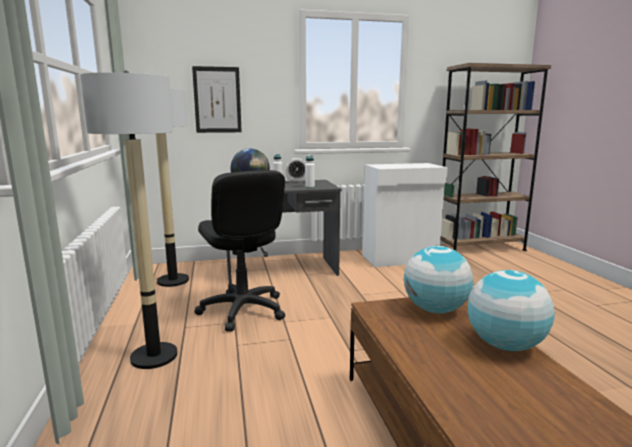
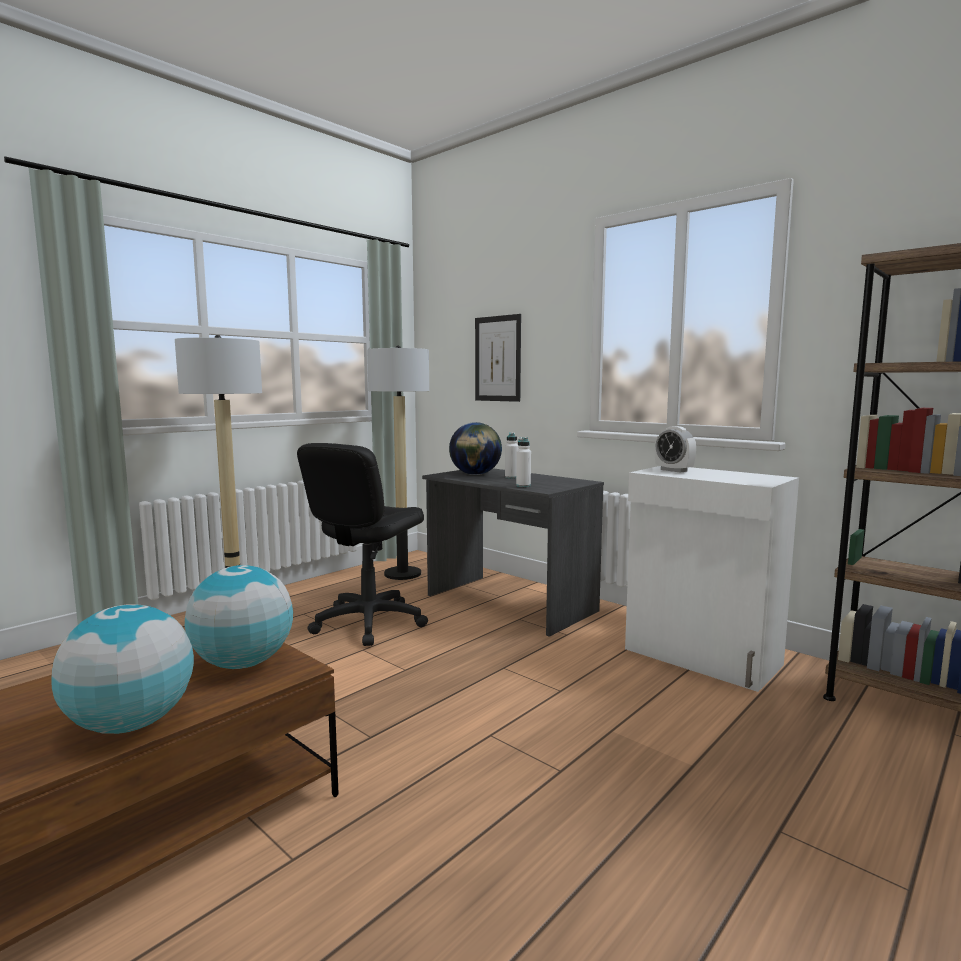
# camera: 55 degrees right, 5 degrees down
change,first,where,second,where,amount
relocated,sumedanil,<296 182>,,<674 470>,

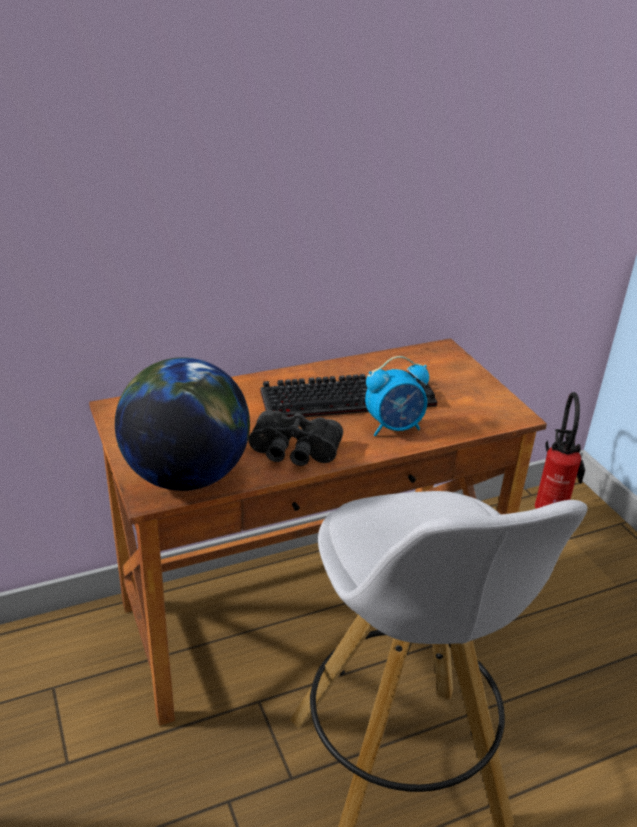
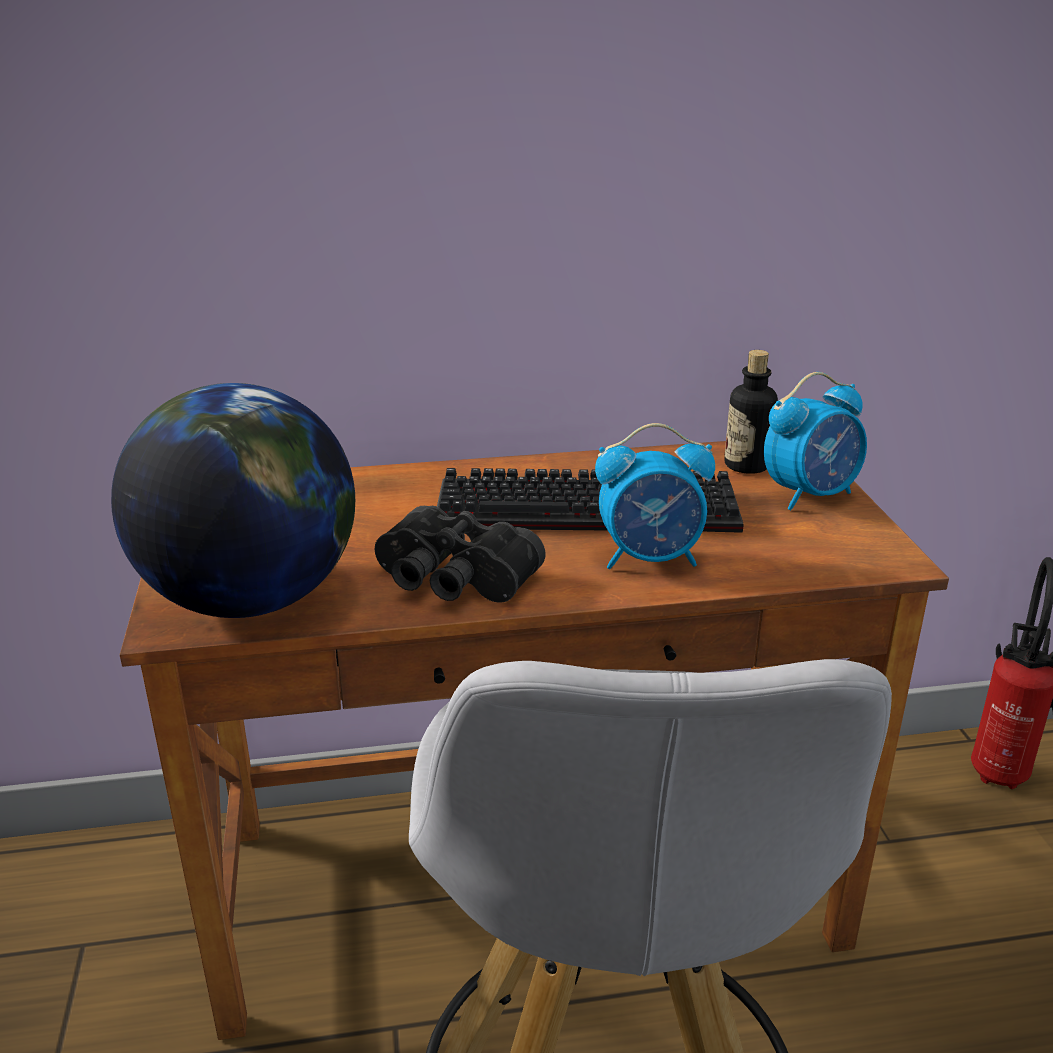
# camera: 15 degrees right, 5 degrees down
change,first,where,second,where,amount
appeared,,,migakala,<746 465>,
appeared,,,sumedanil,<810 495>,

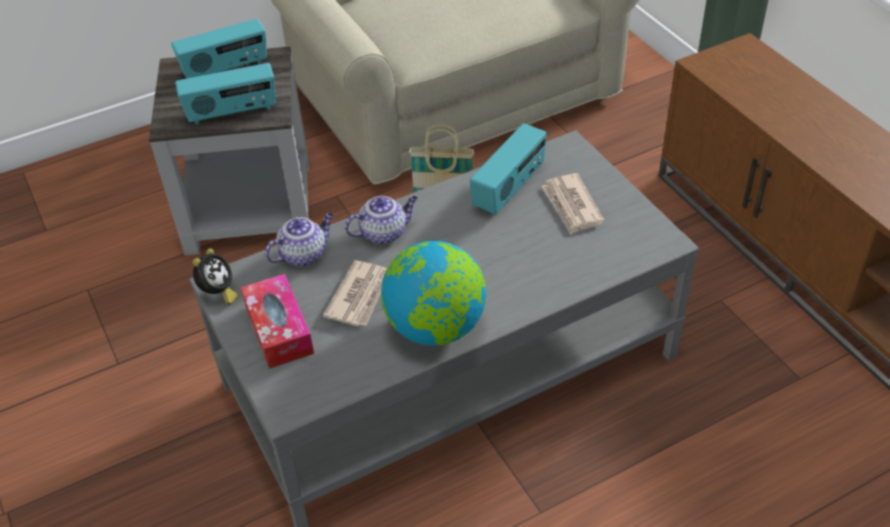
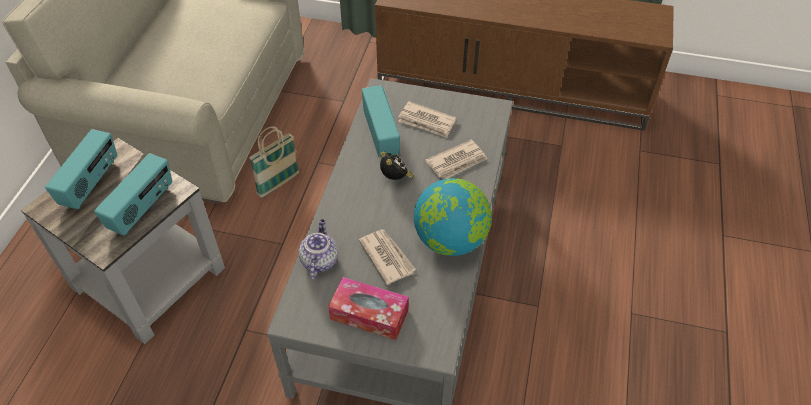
# camera: 50 degrees left, 5 degrees up
change,first,where,second,where,amount
relocated,sumedanil,<218 293>,,<395 178>,
appeared,,,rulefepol,<457 162>,
missing,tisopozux,<384 233>,,,

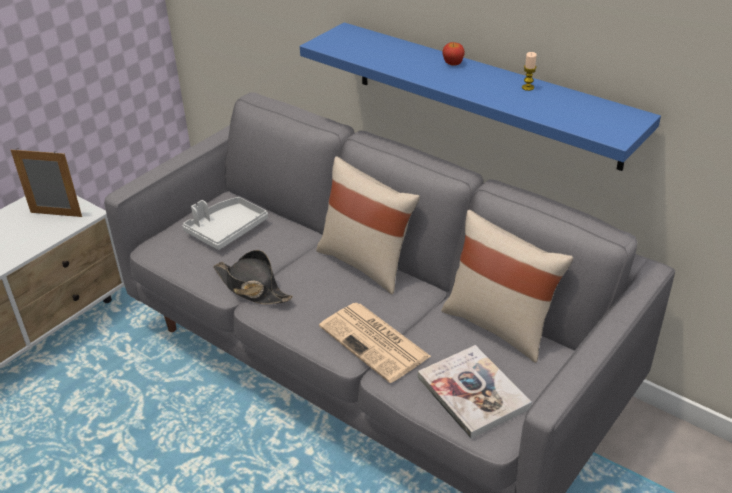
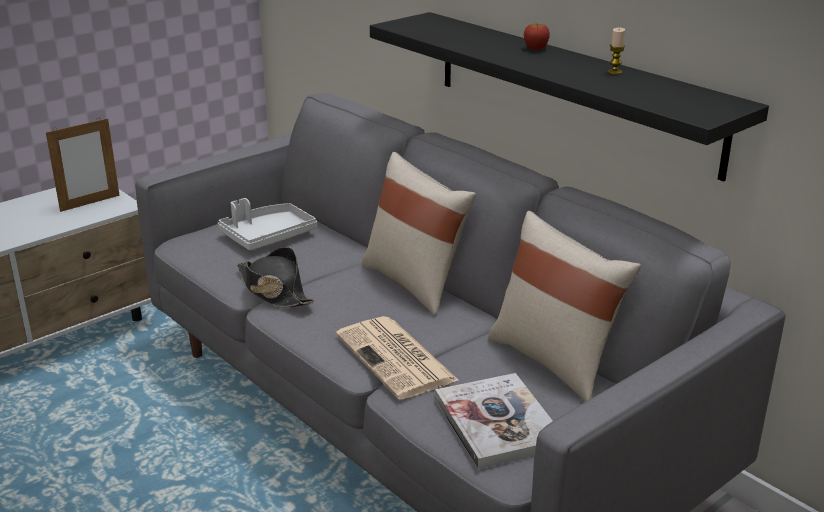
# camera: 10 degrees right, 10 degrees down
change,first,where,second,where,amount
spun,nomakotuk,<56 214>,,<90 203>,120 degrees clockwise
colour,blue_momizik,<483 94>,black_momizik,<571 90>,

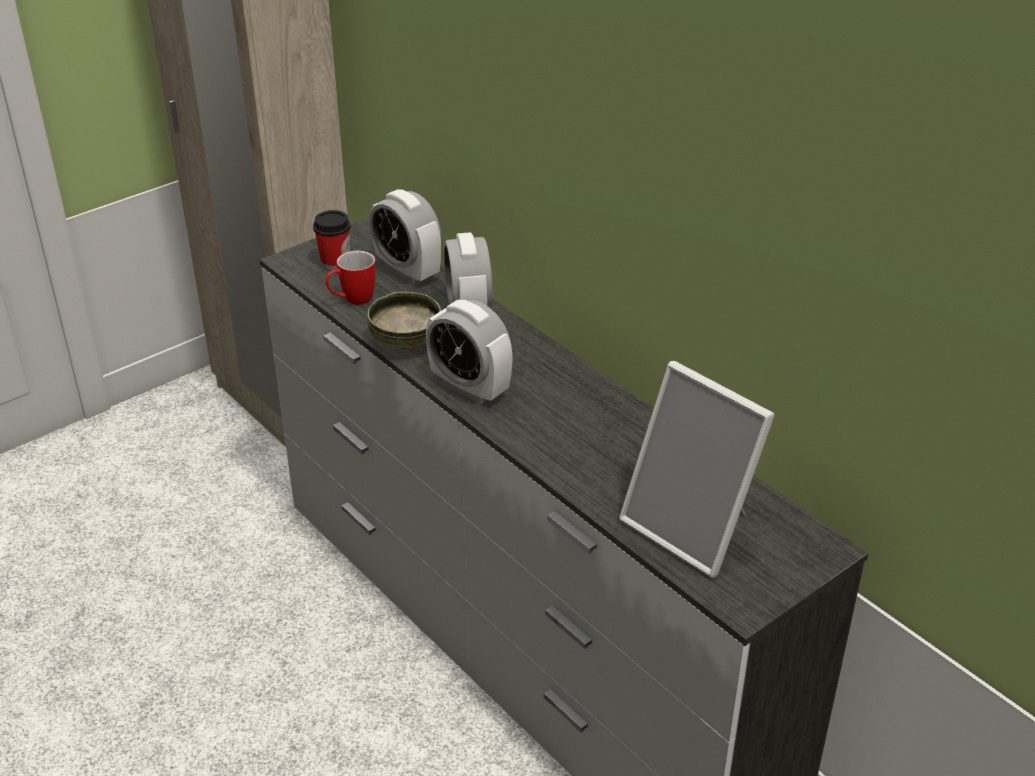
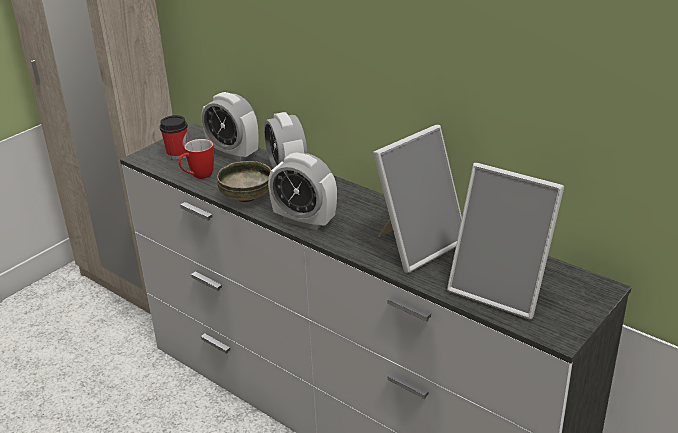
# camera: 10 degrees left, 5 degrees down
change,first,where,second,where,amount
appeared,,,nomakotuk,<417 245>,

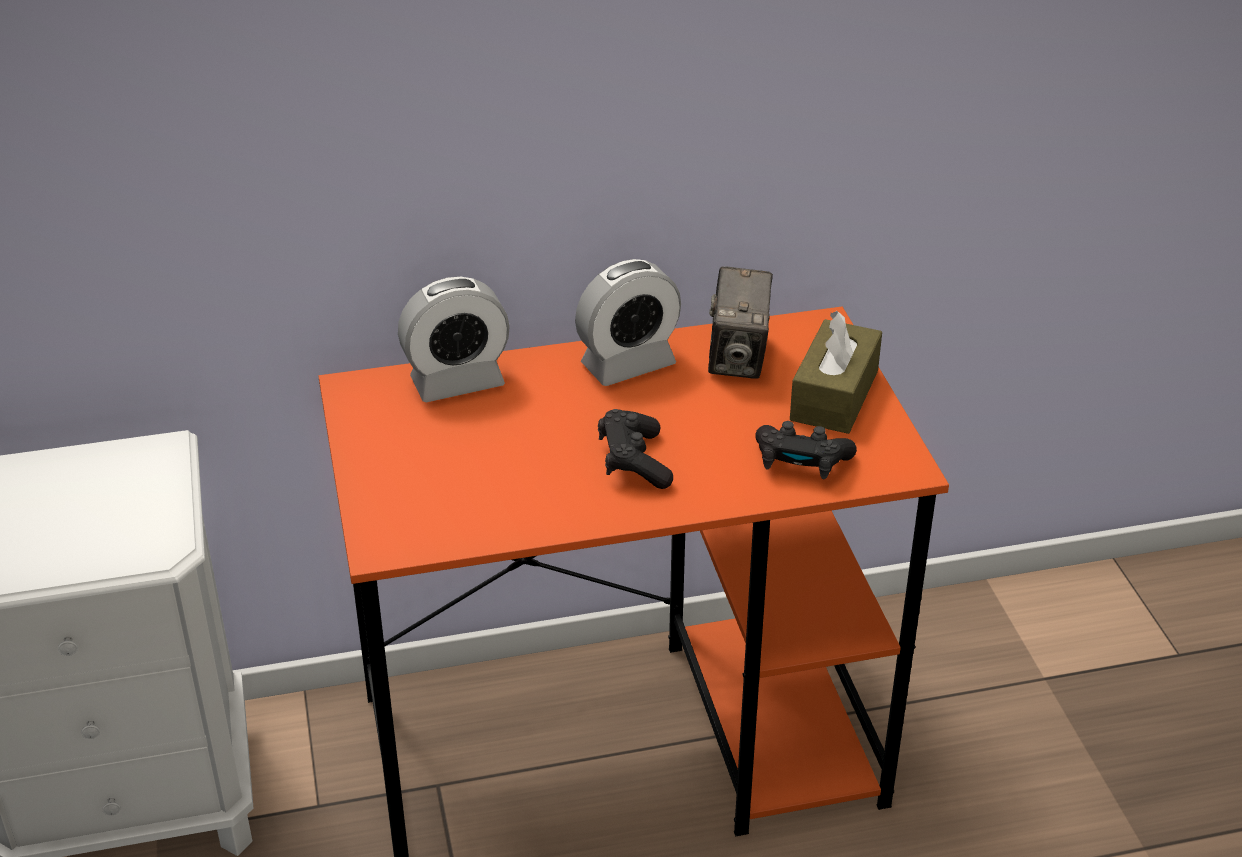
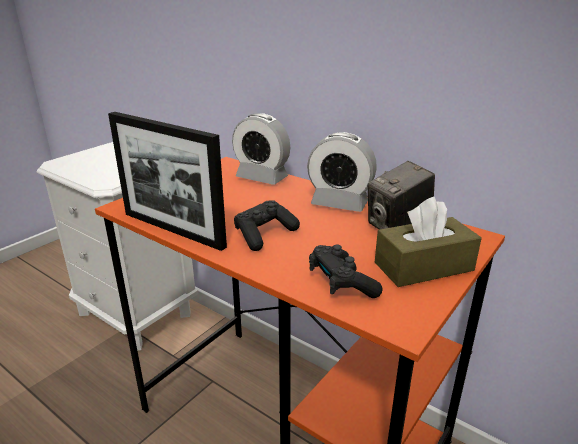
# camera: 50 degrees right, 10 degrees down
change,first,where,second,where,amount
appeared,,,nomakotuk,<173 230>,

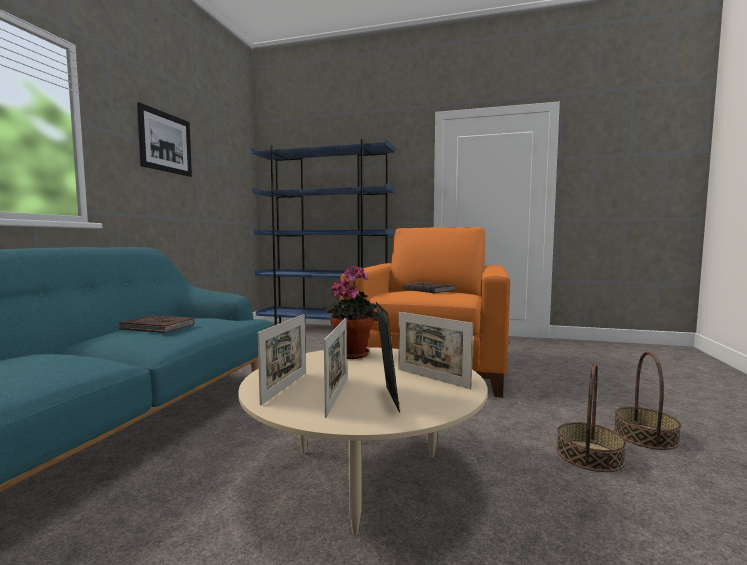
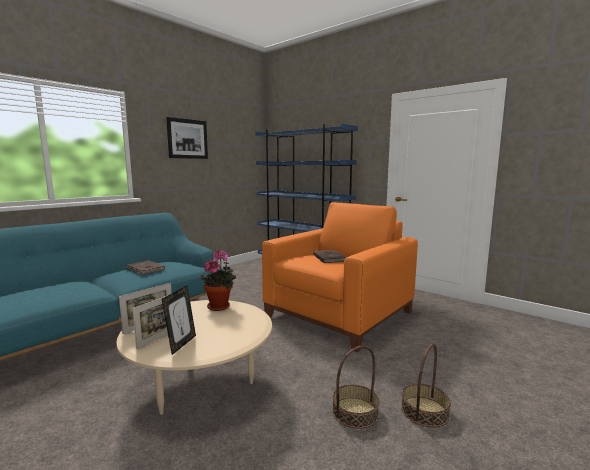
# camera: 25 degrees right, 5 degrees up
change,first,where,second,where,amount
missing,nomakotuk,<432 378>,,,

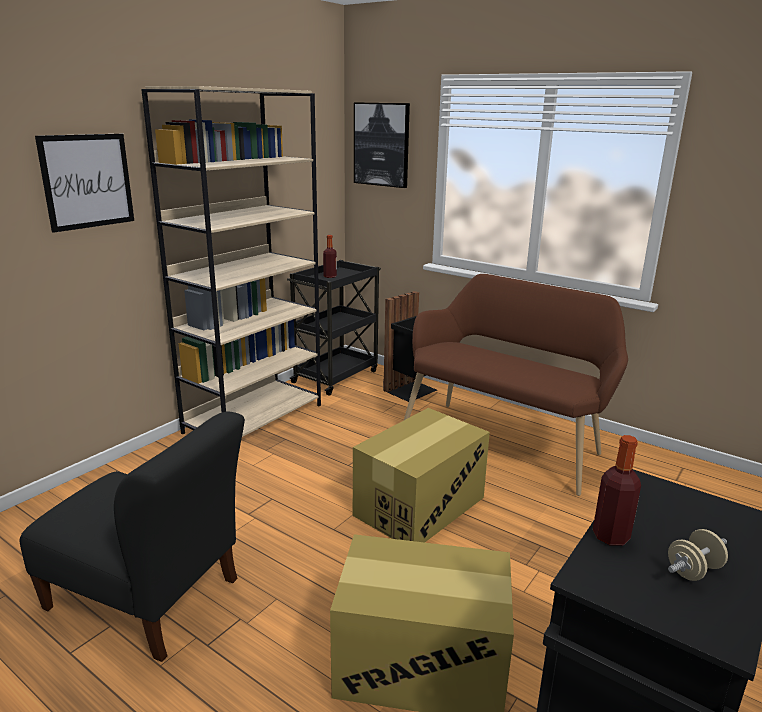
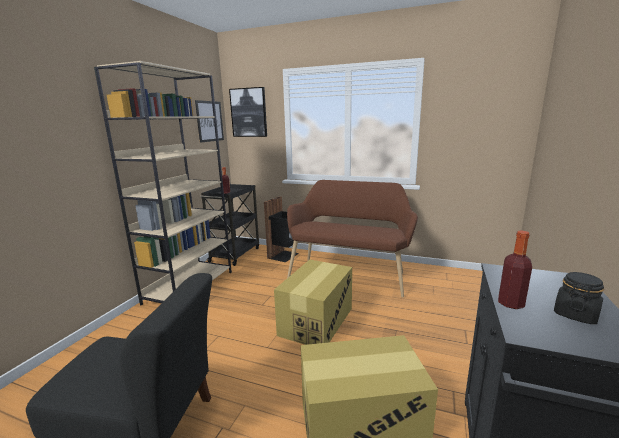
# camera: 15 degrees left, 5 degrees down
change,first,where,second,where,amount
relocated,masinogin,<87 181>,,<209 121>,
exchanged,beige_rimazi,<693 570>,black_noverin,<575 314>,

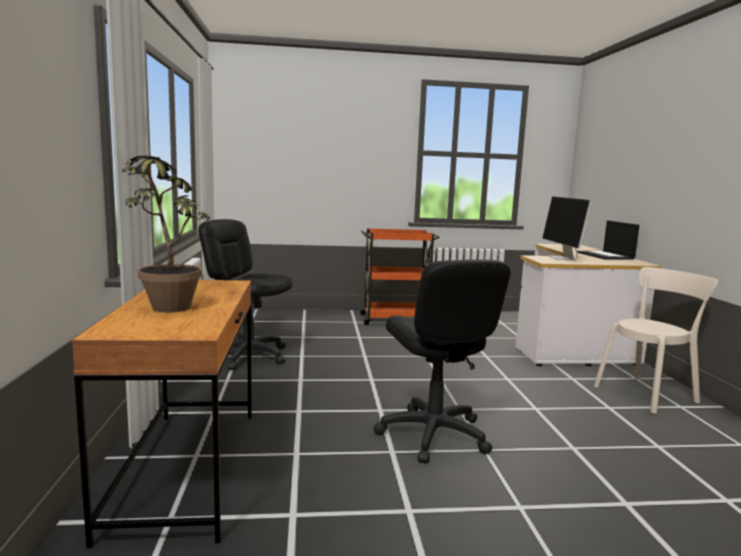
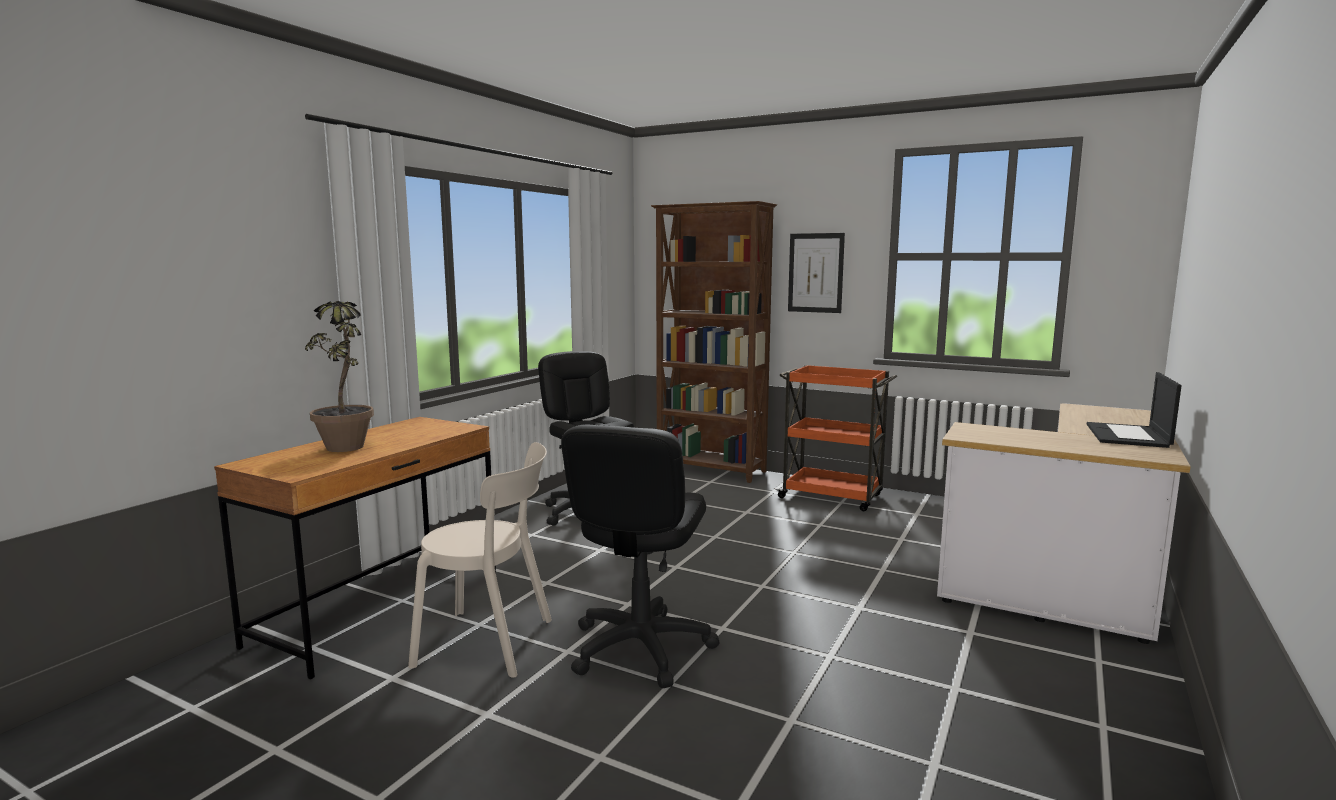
# camera: 35 degrees right, 0 degrees up
change,first,where,second,where,amount
relocated,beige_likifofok,<648 393>,,<491 643>,
appeared,,,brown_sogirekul,<711 470>,
appeared,,,masinogin,<815 273>,
missing,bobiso,<562 258>,,,

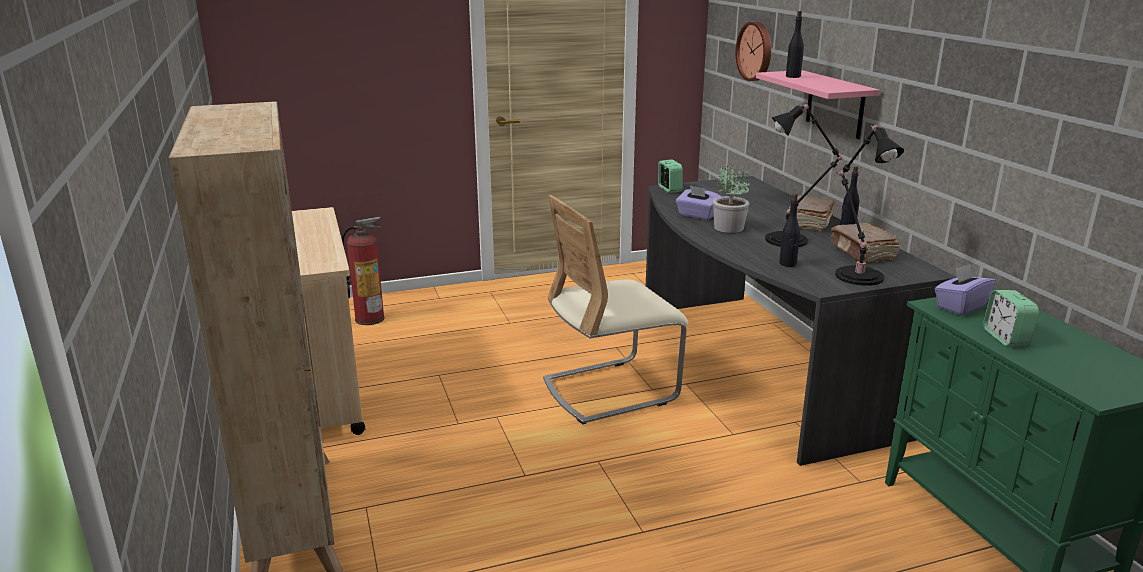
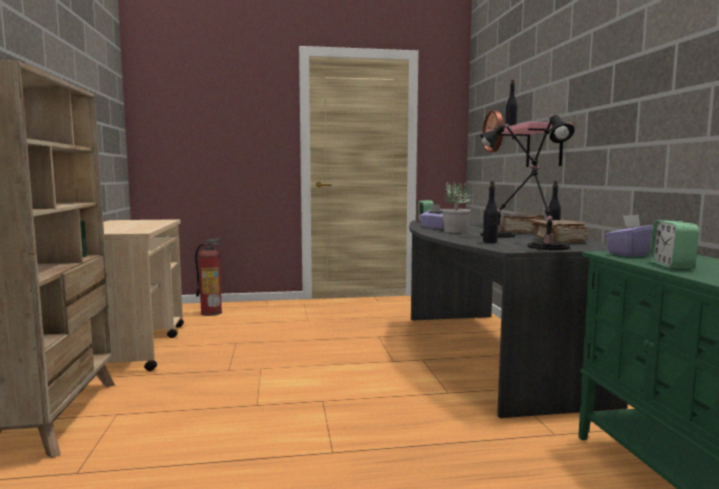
# camera: 10 degrees right, 15 degrees down
change,first,where,second,where,amount
missing,beige_likifofok,<610 390>,,,

